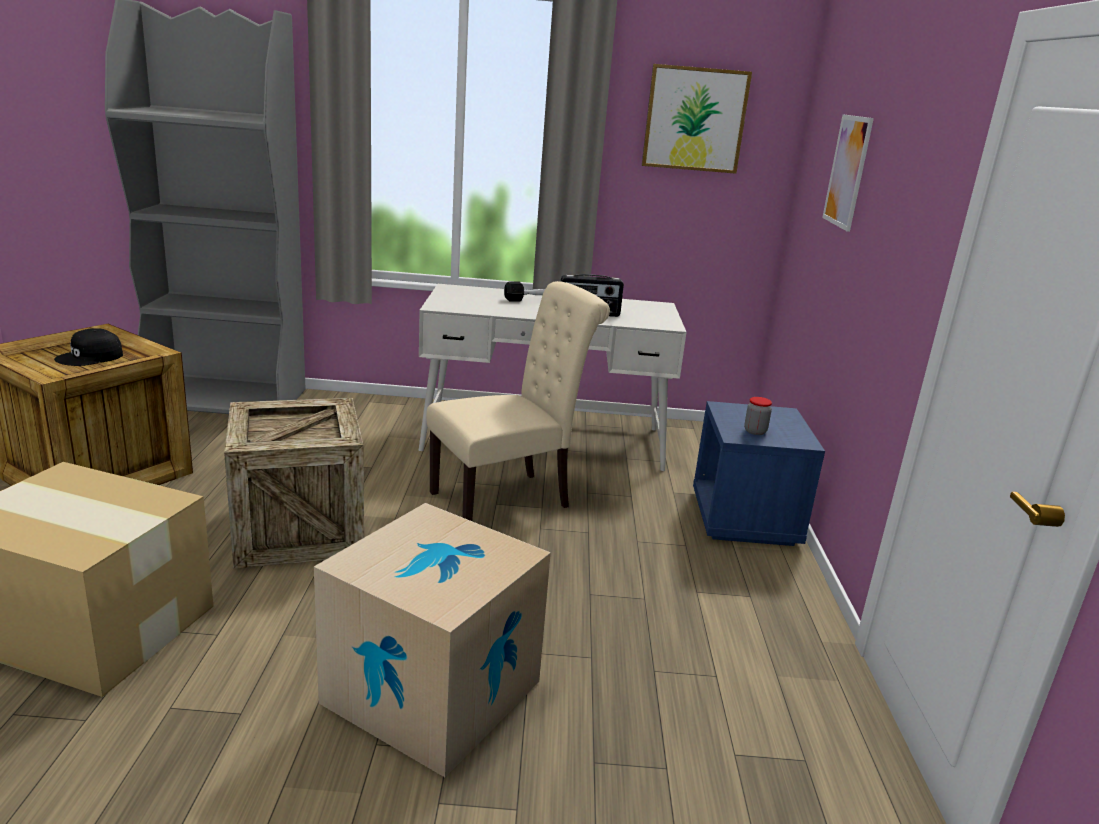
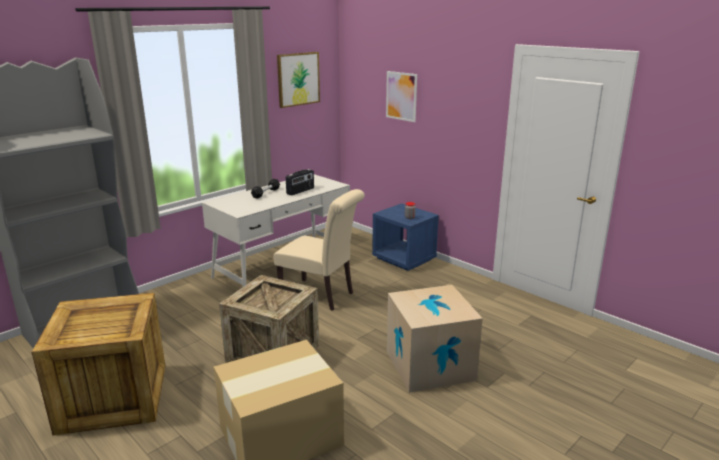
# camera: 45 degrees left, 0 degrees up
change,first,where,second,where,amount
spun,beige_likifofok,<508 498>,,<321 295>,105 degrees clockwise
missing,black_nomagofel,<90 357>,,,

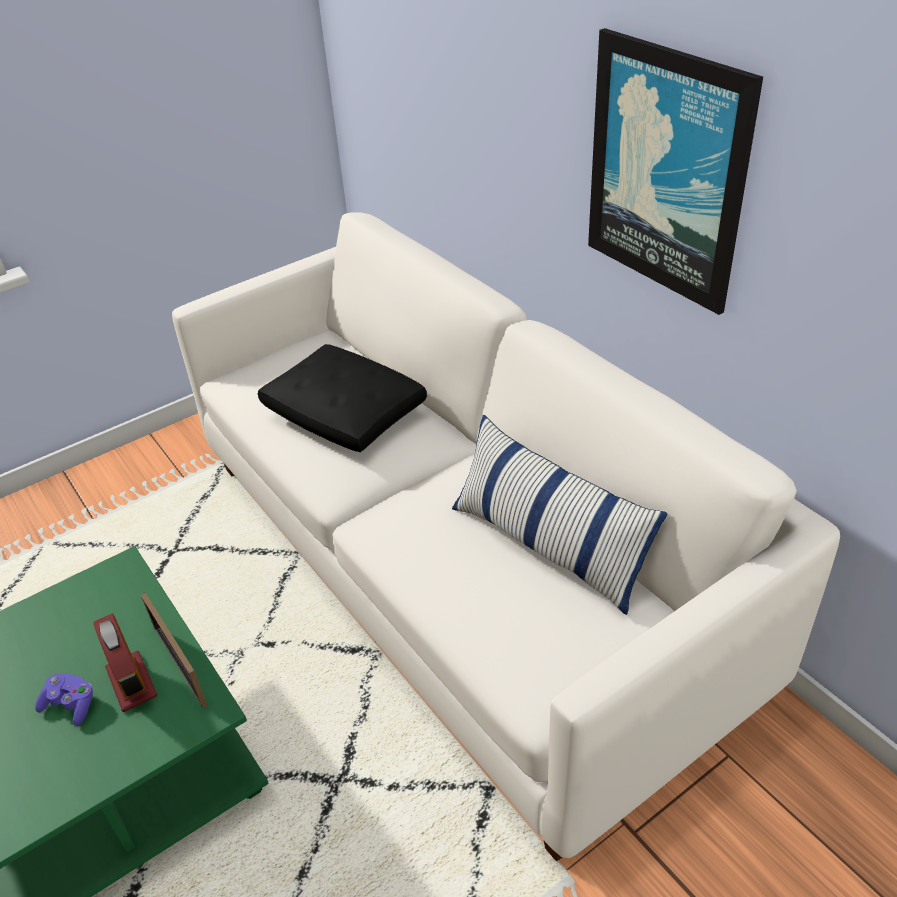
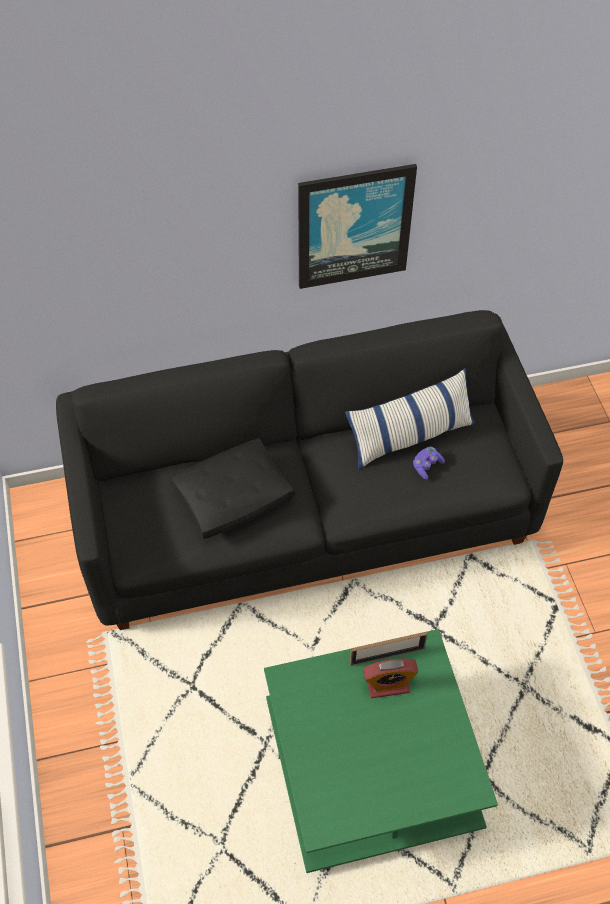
# camera: 70 degrees left, 15 degrees up
change,first,where,second,where,amount
colour,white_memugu,<458 567>,black_memugu,<305 513>,
relocated,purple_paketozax,<71 705>,,<426 466>,

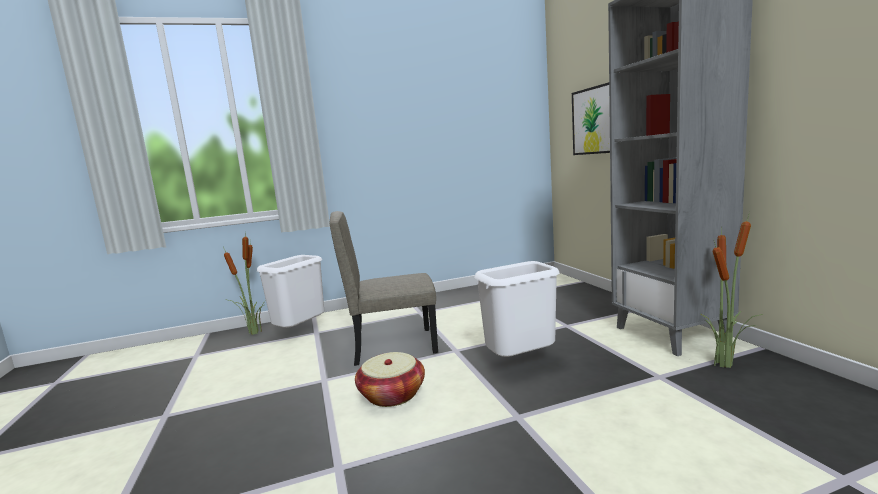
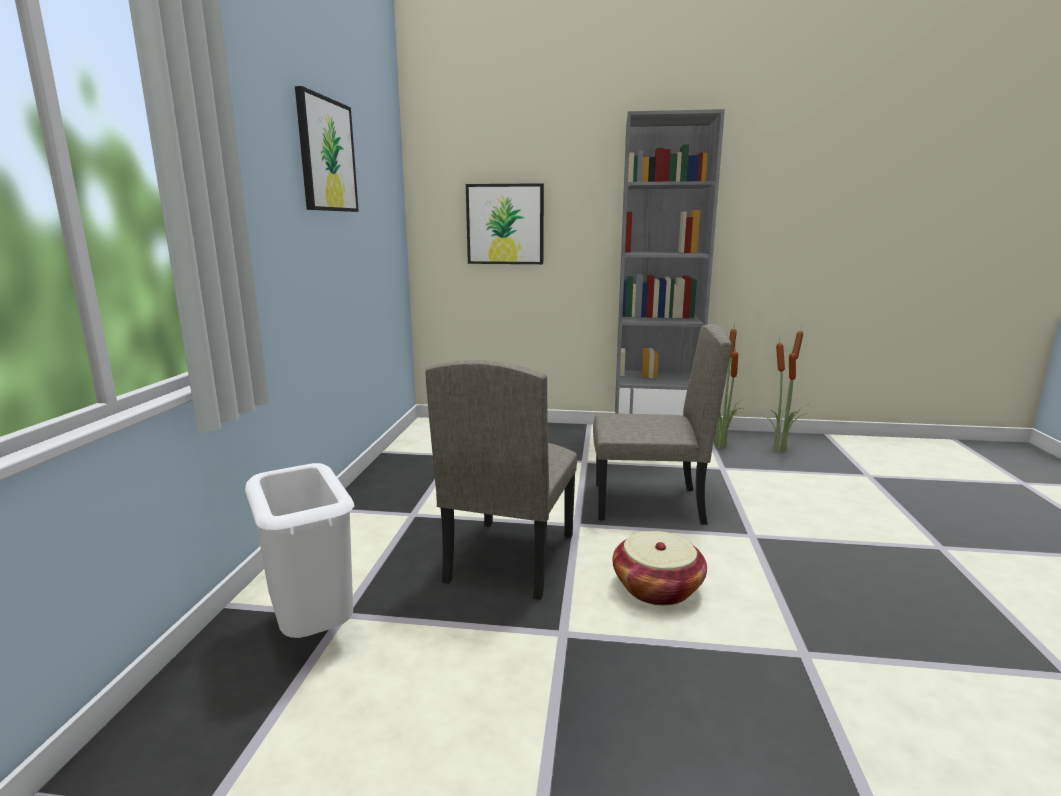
# camera: 65 degrees left, 5 degrees up
change,first,where,second,where,amount
appeared,,,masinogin,<326 155>,
exchanged,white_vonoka,<521 363>,beige_likifofok,<648 504>,
relocated,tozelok,<254 333>,,<780 449>,

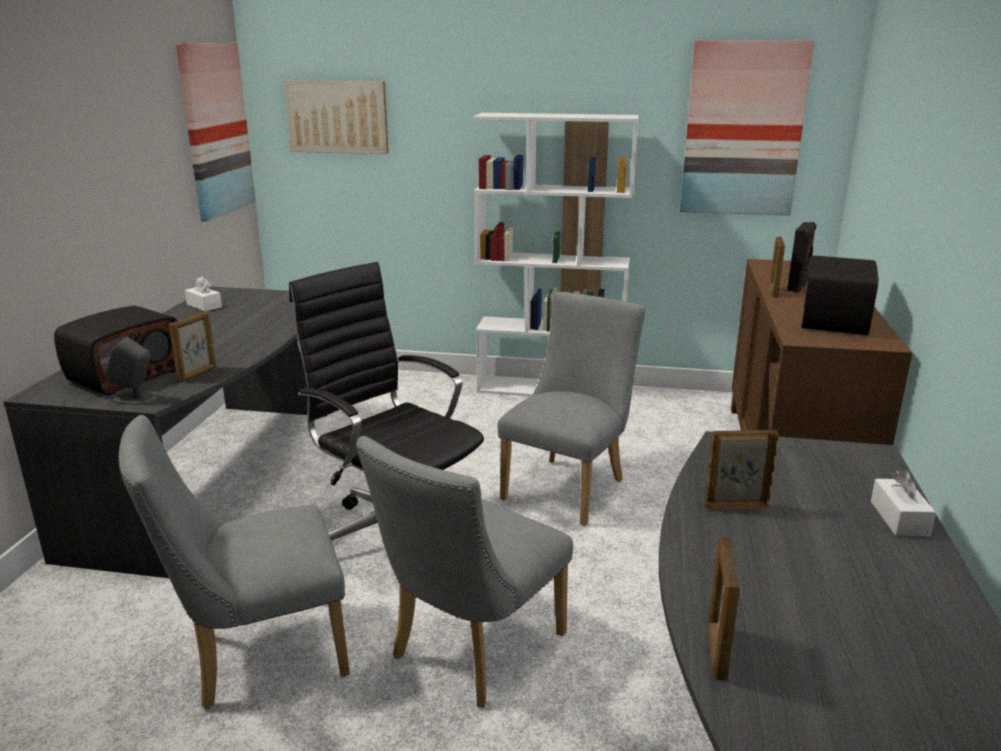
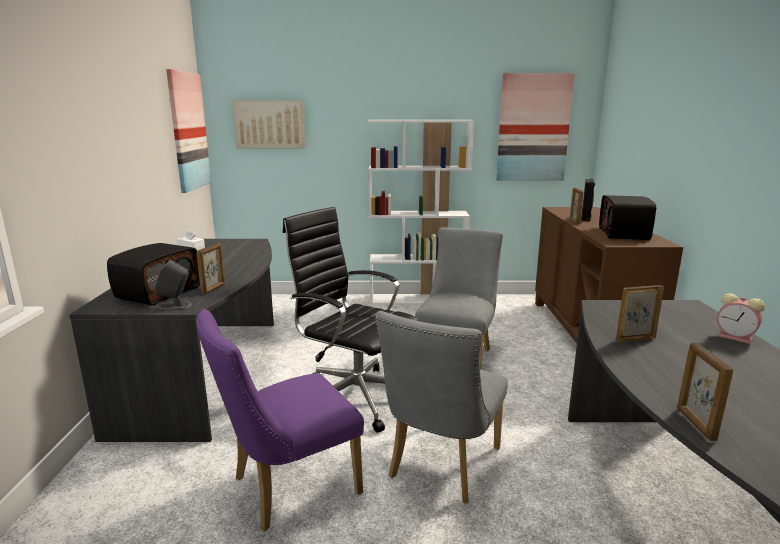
# camera: 10 degrees left, 5 degrees down
change,first,where,second,where,amount
colour,grey_likifofok,<256 656>,purple_likifofok,<287 488>,
exchanged,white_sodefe,<899 518>,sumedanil,<736 338>,

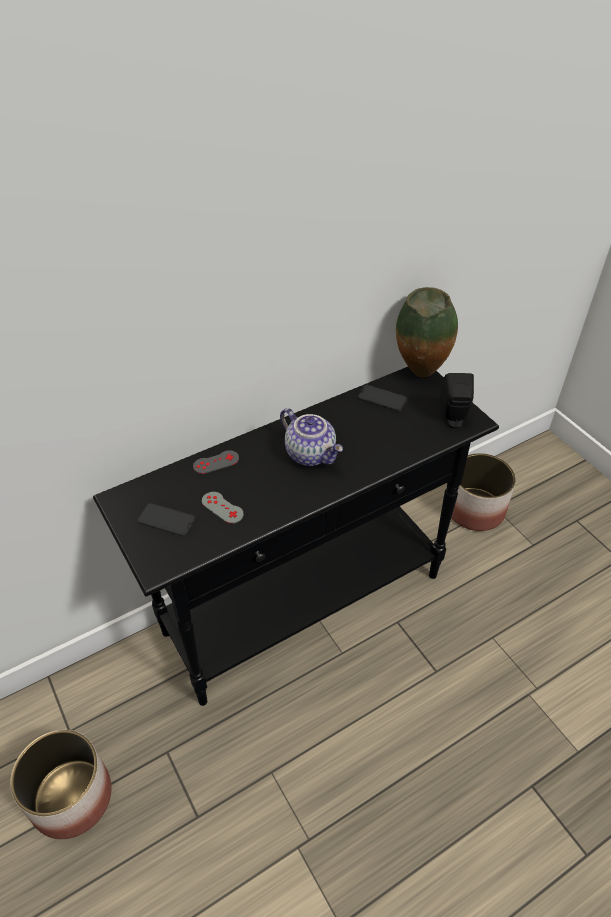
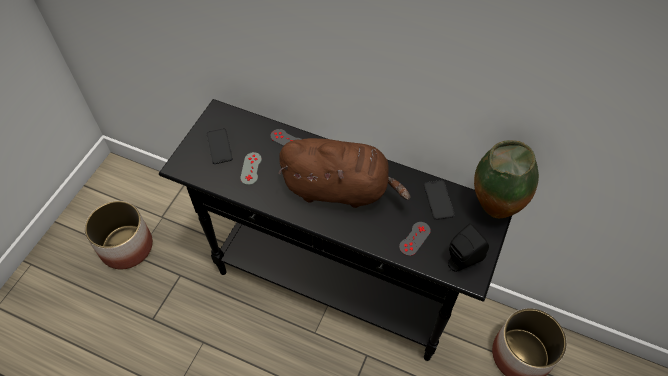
# camera: 55 degrees right, 10 degrees up
change,first,where,second,where,amount
exchanged,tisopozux,<311 454>,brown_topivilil,<340 189>,
appeared,,,grey_paketozax,<414 238>,

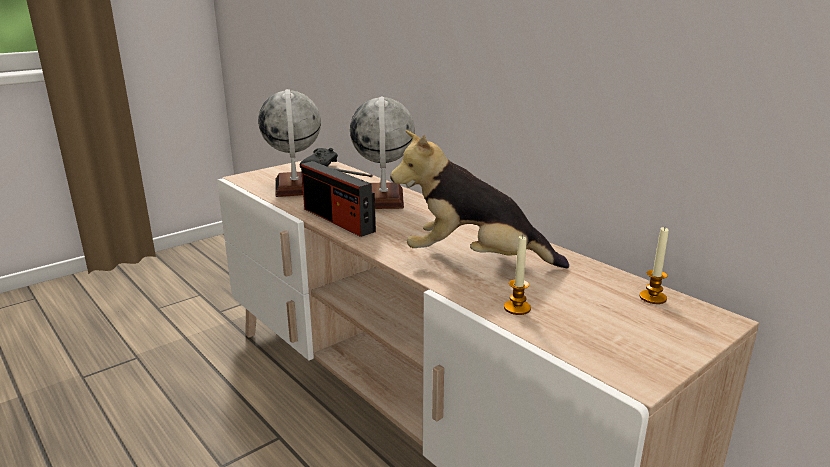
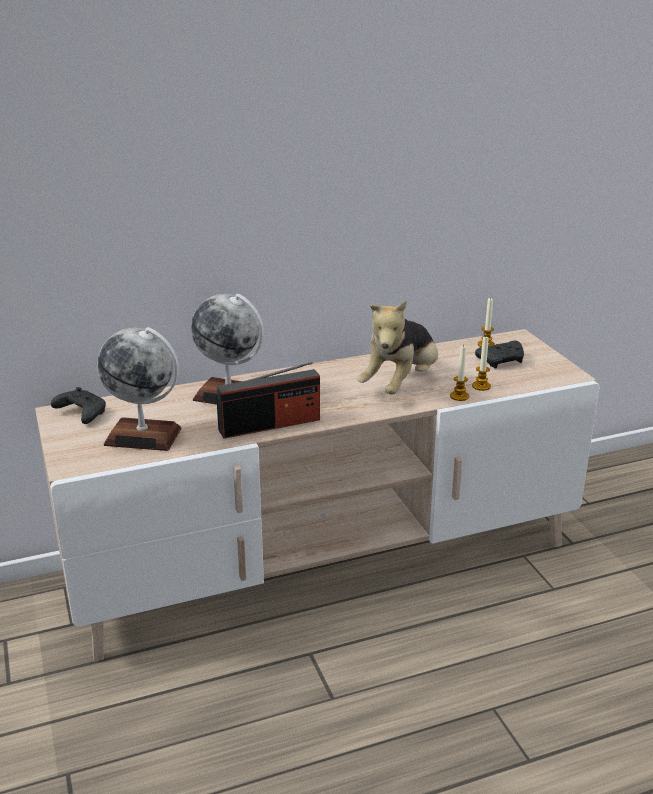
# camera: 70 degrees left, 5 degrees up
change,first,where,second,where,amount
appeared,,,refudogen,<459 396>,
appeared,,,black_paketozax,<502 361>,

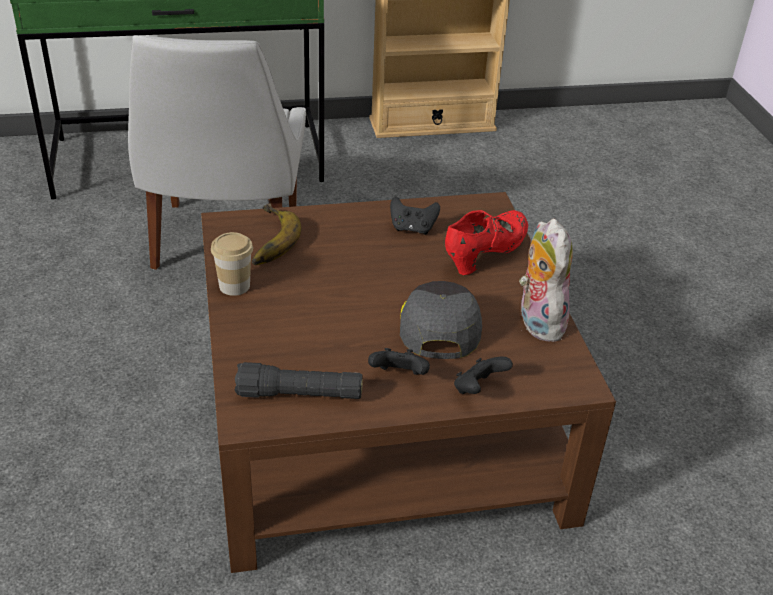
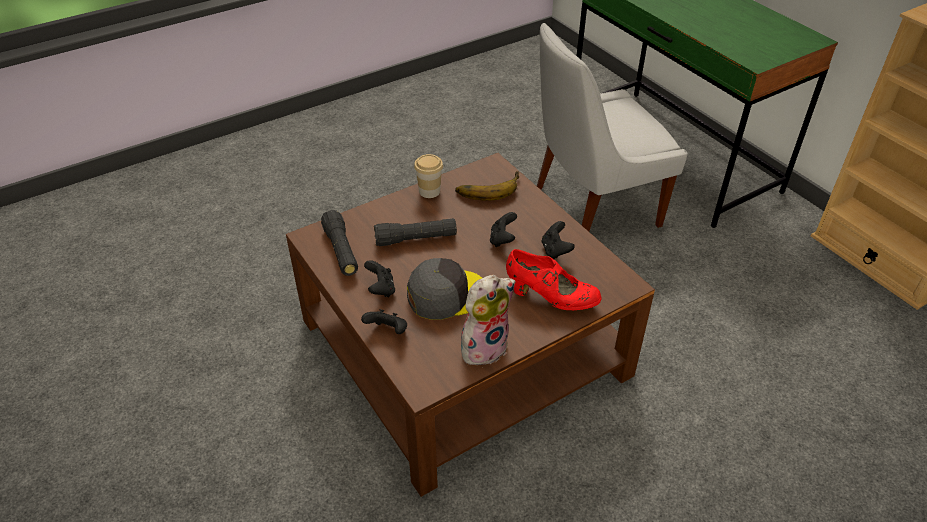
# camera: 70 degrees right, 5 degrees up
change,first,where,second,where,amount
appeared,,,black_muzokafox,<416 239>,
appeared,,,black_paketozax,<502 239>,

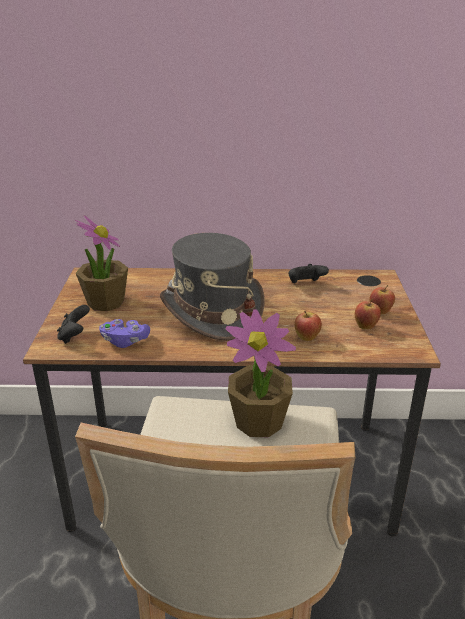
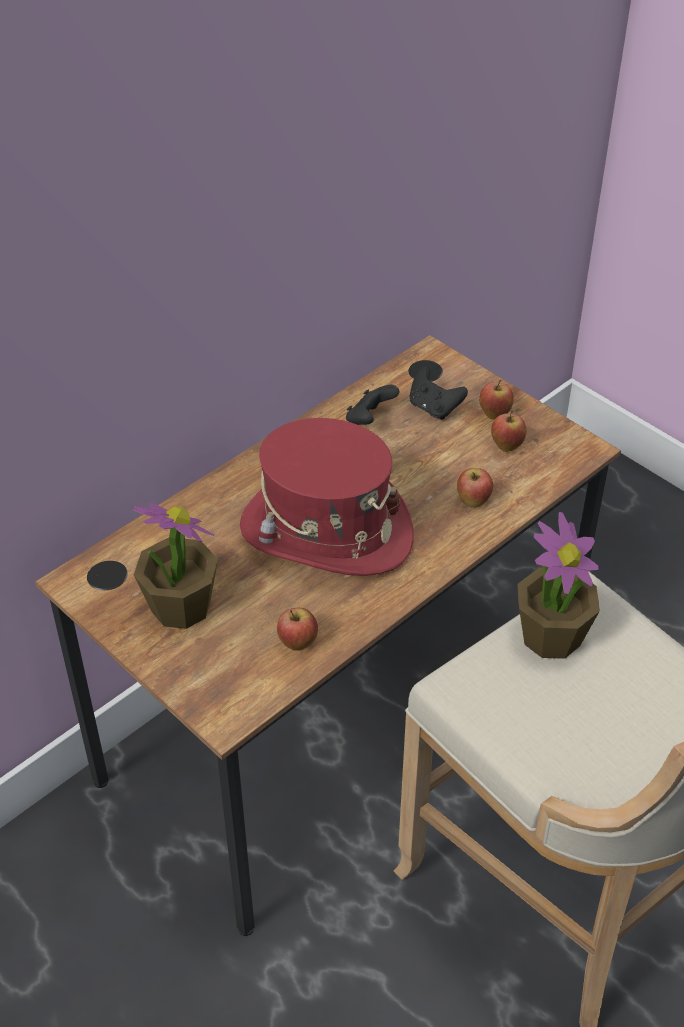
# camera: 45 degrees left, 15 degrees up
change,first,where,second,where,amount
colour,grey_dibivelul,<211 311>,red_dibivelul,<325 532>,
exchanged,purple_paketozax,<125 341>,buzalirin,<297 643>,
relocated,black_paketozax,<74 336>,,<434 408>,

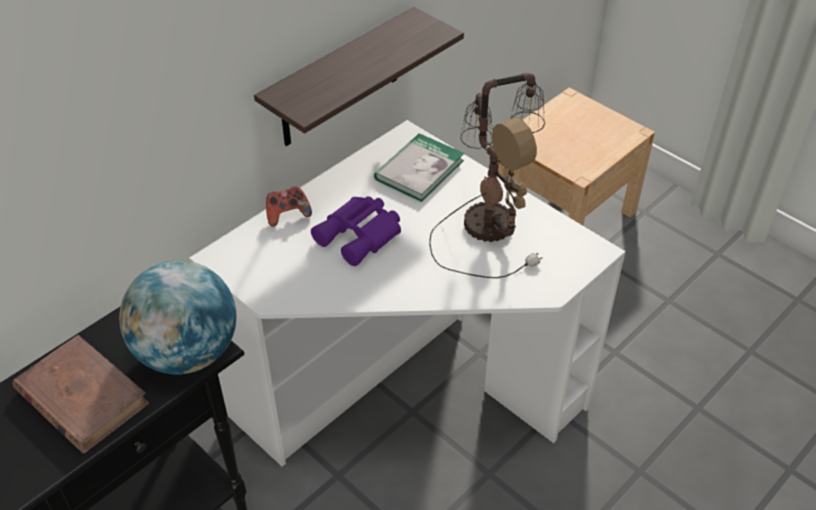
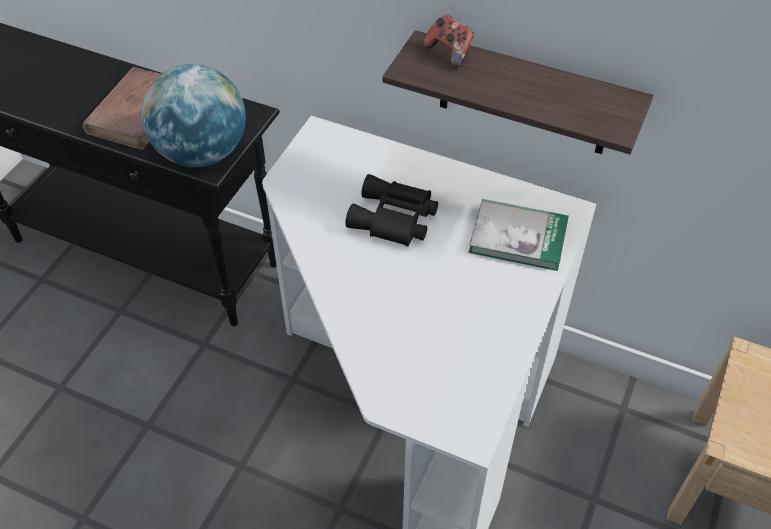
# camera: 70 degrees right, 5 degrees up
change,first,where,second,where,amount
colour,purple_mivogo,<361 235>,black_mivogo,<394 220>,
relocated,paketozax,<288 215>,,<449 52>,
missing,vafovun,<489 222>,,,

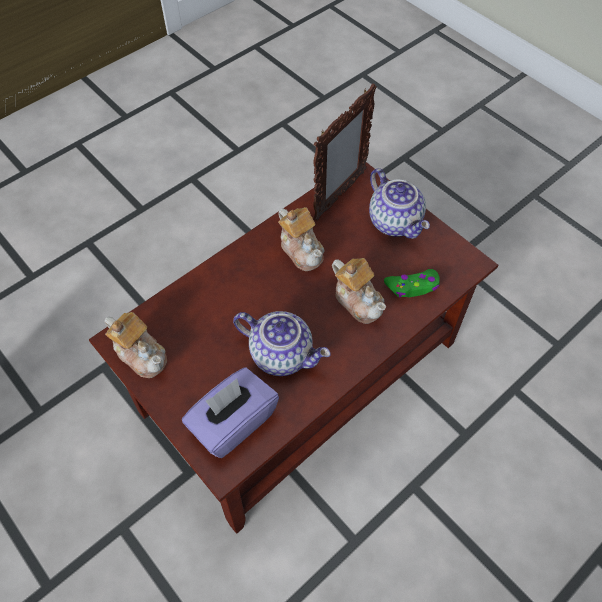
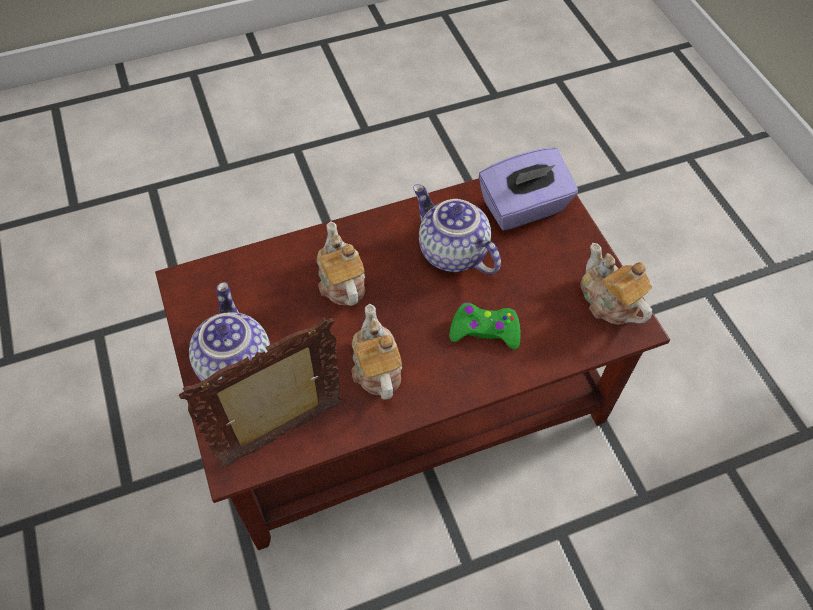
# camera: 160 degrees left, 0 degrees up
change,first,where,second,where,amount
relocated,green_paketozax,<412 287>,,<484 330>,

